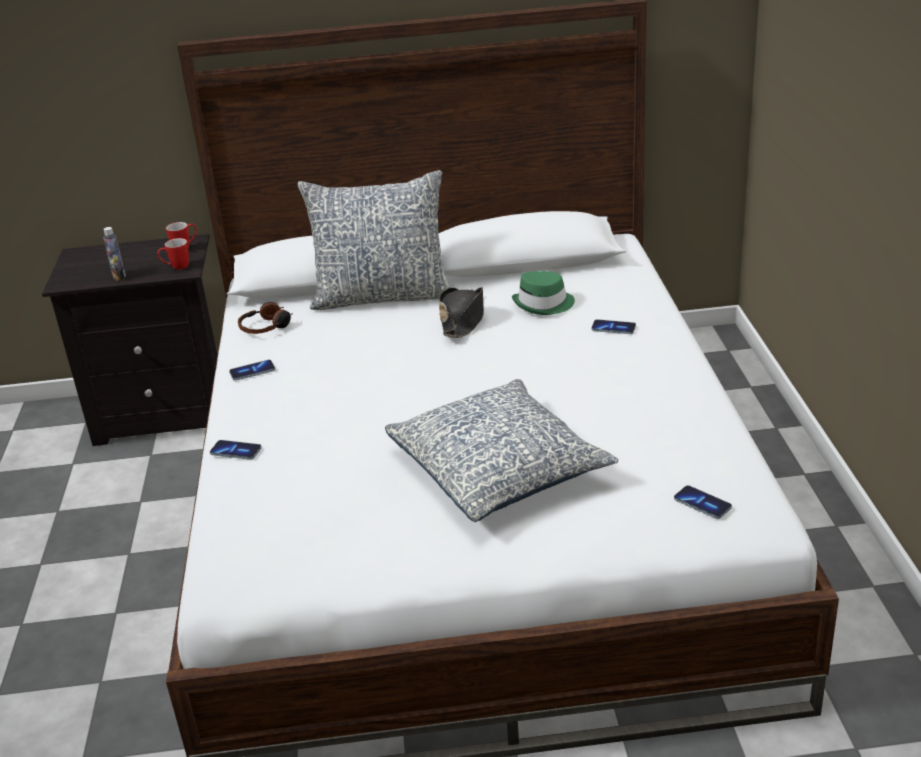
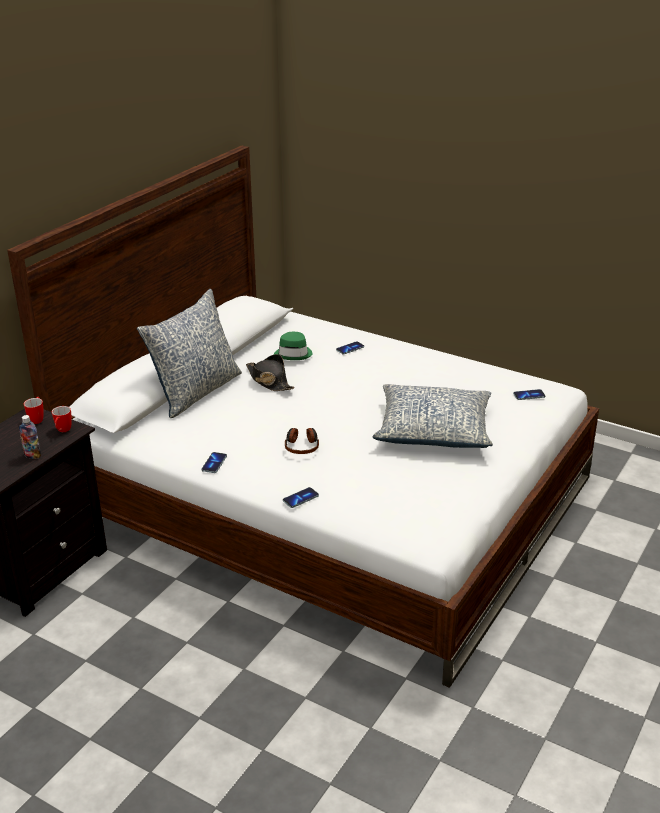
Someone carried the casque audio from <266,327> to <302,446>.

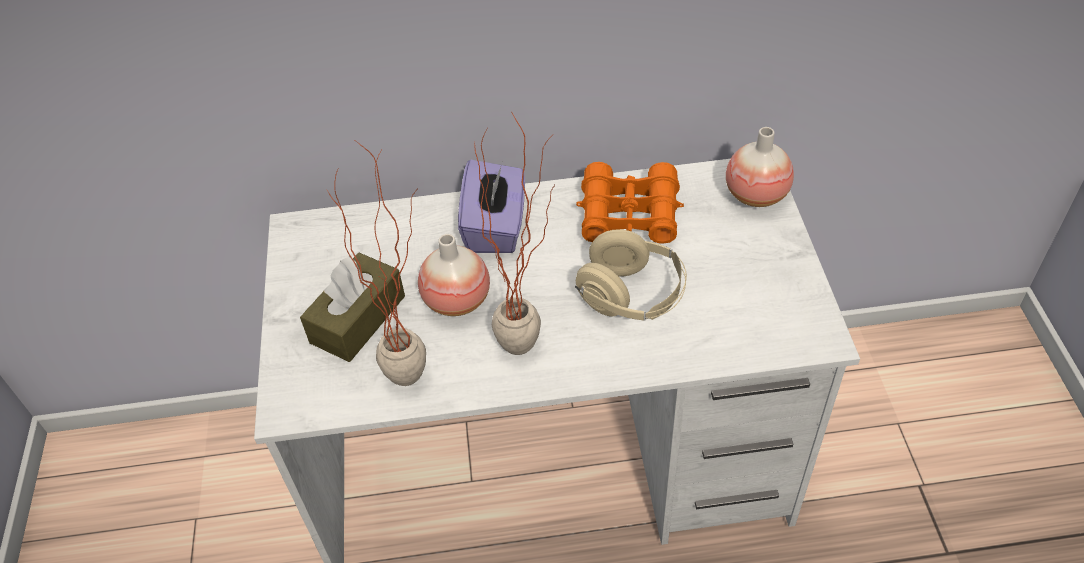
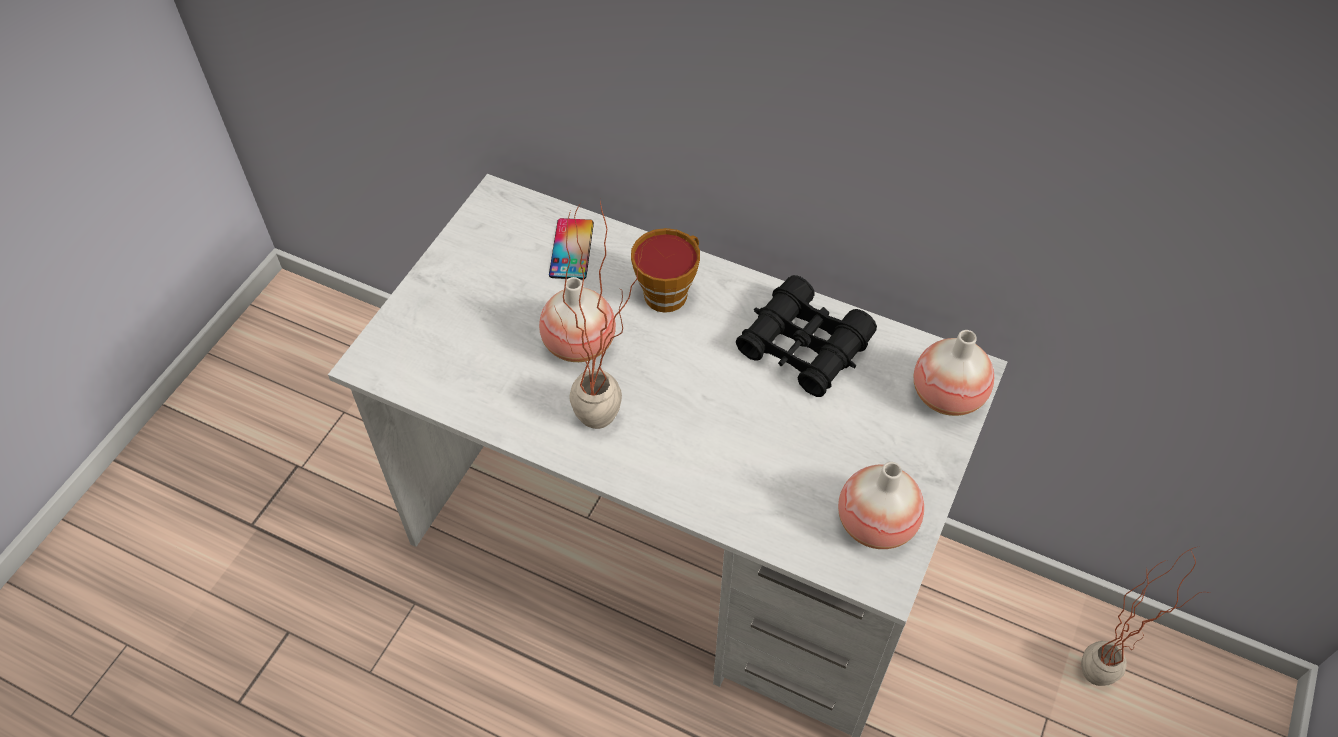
Someone carried the plante en pot from <417,367> to <1105,670>.
Someone swapped the boîte à mouchoirs [violet] at <496,227> for the tasse at <669,291>.
Someone repainted the jumelles [orange] at <629,214>, which became the jumelles [noir] at <803,347>.
Someone took away the casque audio [beige] at <632,296>.
Someone took away the boîte à mouchoirs [marron] at <358,319>.
Someone put down the téléphone at <571,249>.
Someone put down the vase at <875,524>.

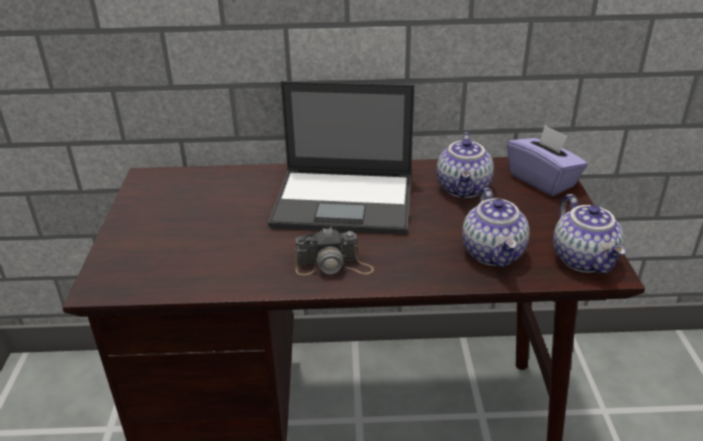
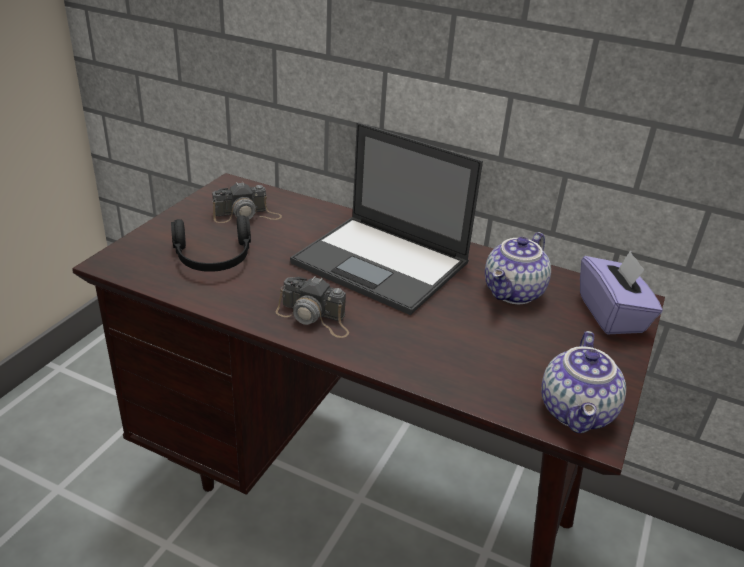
Someone took away the théière at <494,253>.
Someone put down the appareil photo at <247,215>.
Someone put down the casque audio [noir] at <213,258>.

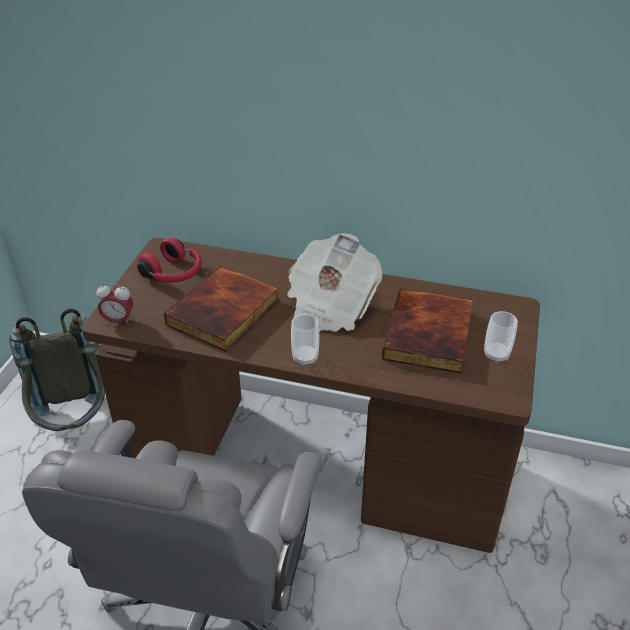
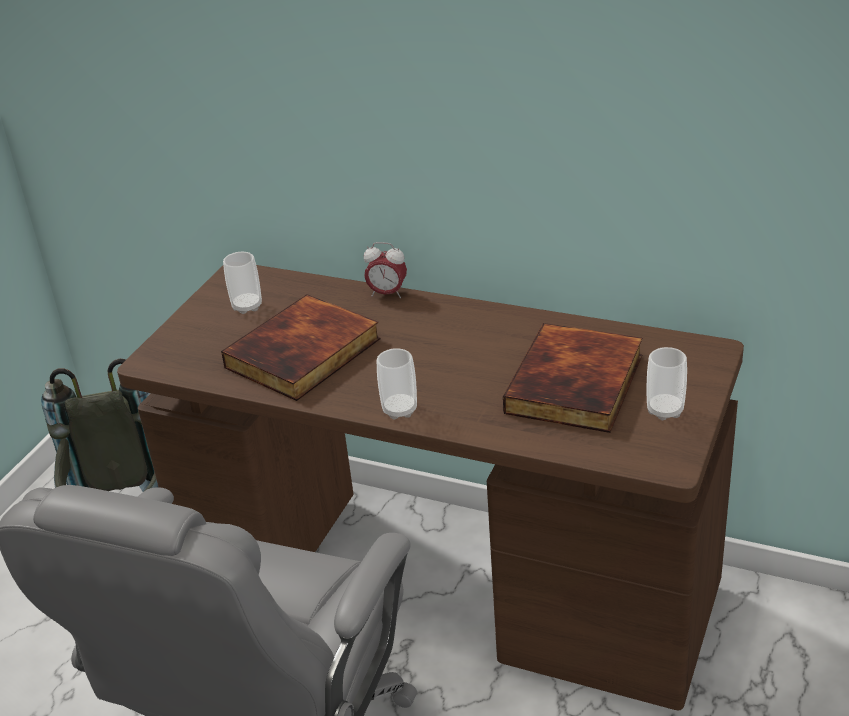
Someone took away the journal at <329,306>.
Someone swapped the casque audio [rouge] at <174,274> for the tasse at <247,306>.
Someone carried the réveil from <118,320> to <387,294>.

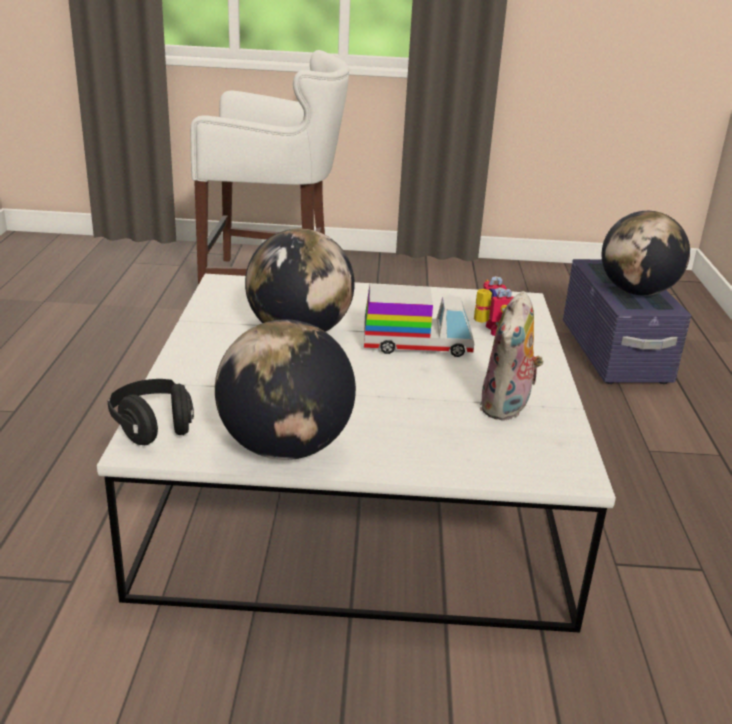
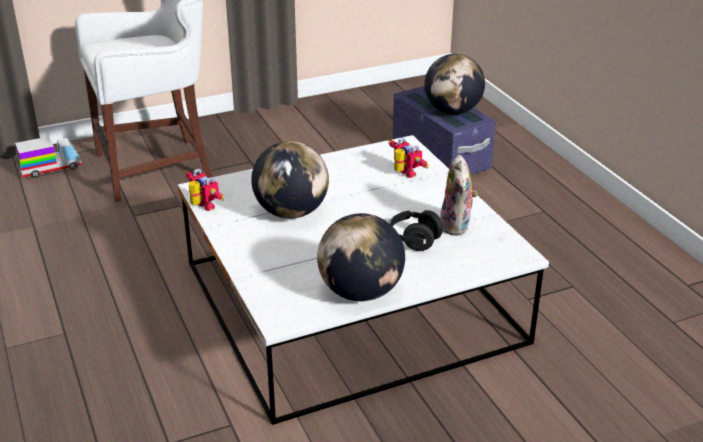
Someone carried the camion jouet from <417,344> to <50,168>.
Someone carried the casque audio [noir] from <153,427> to <413,240>.
Someone put down the robot jouet at <202,207>.

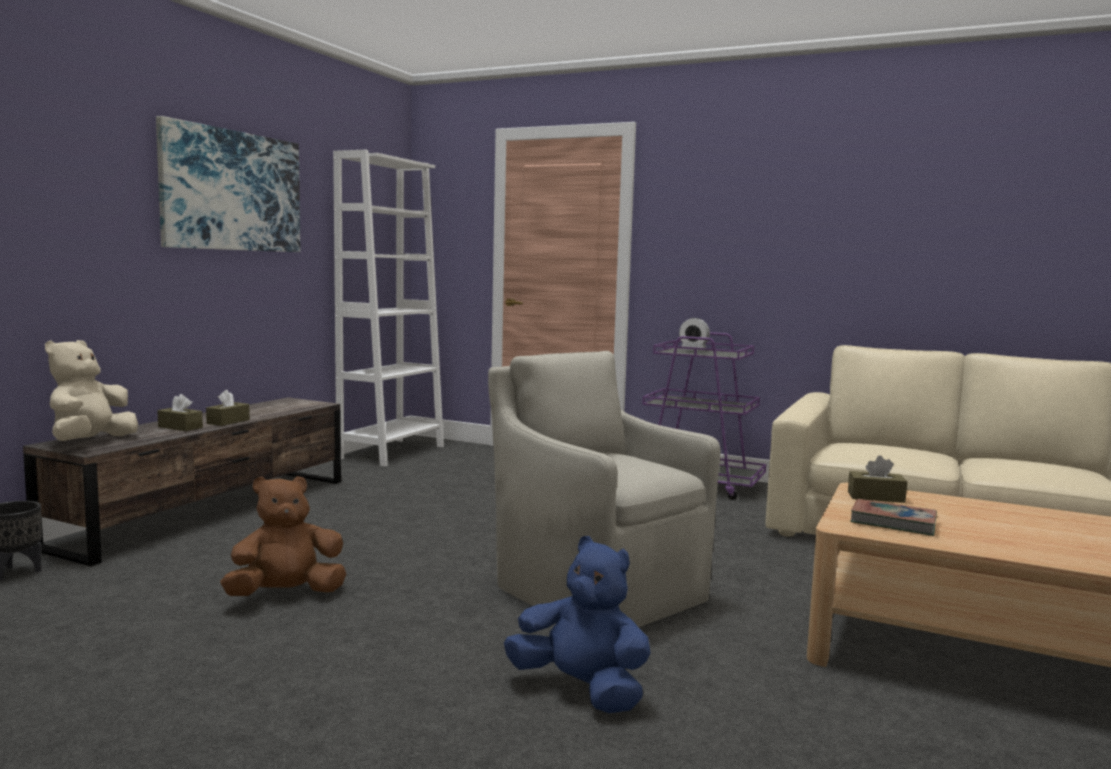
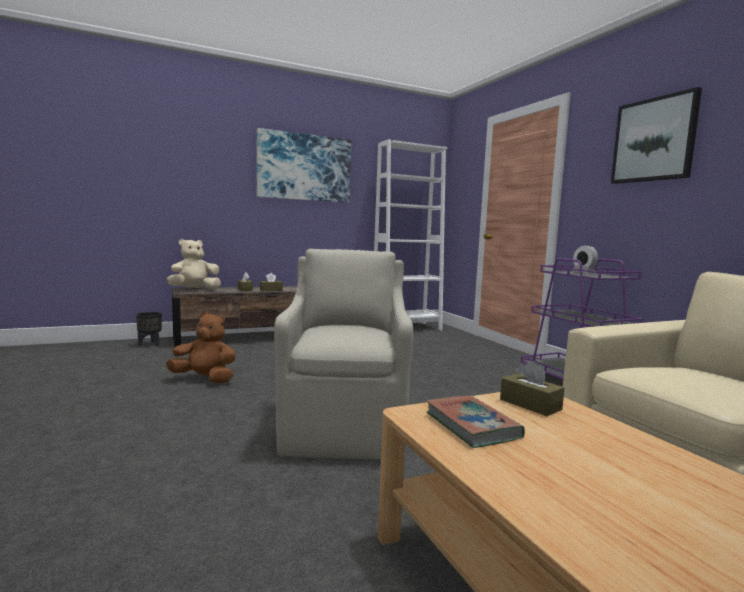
Someone took away the peluche [bleu] at <581,689>.
Someone put up the tableau at <654,140>.

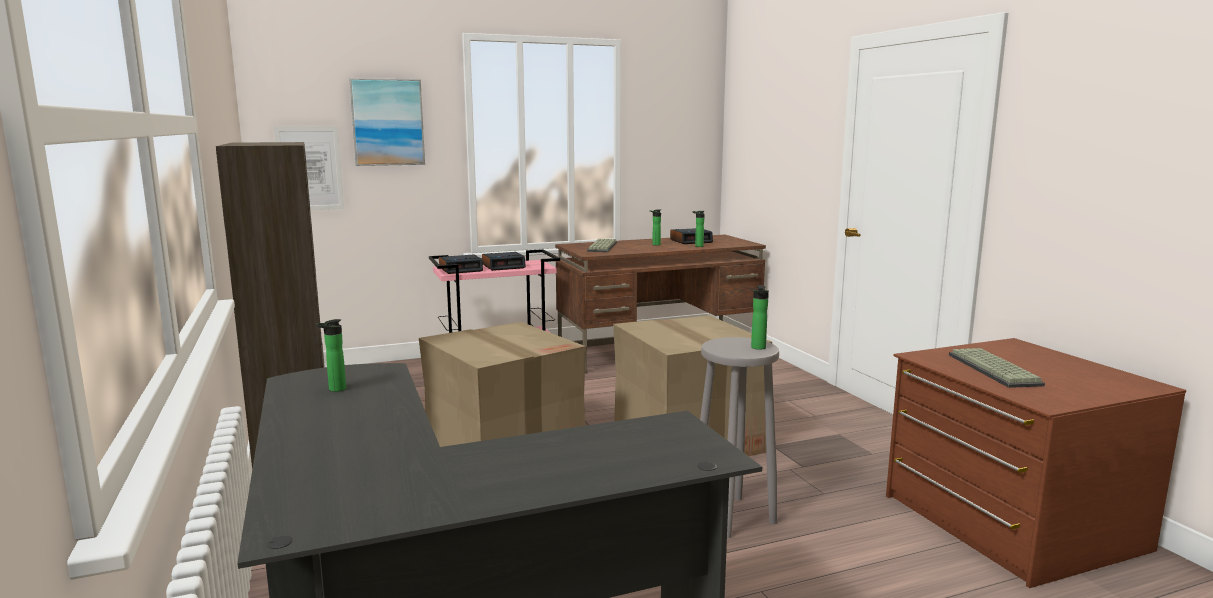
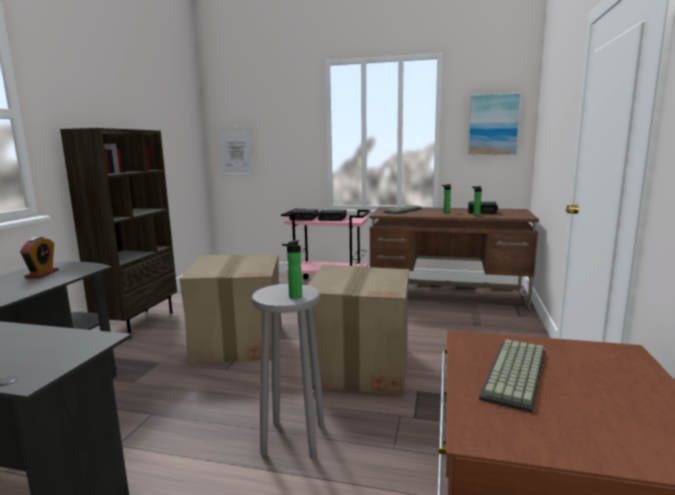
Someone carried the tableau from <387,122> to <493,124>.
Someone swapped the bouteille at <334,389> for the réveil at <42,274>.

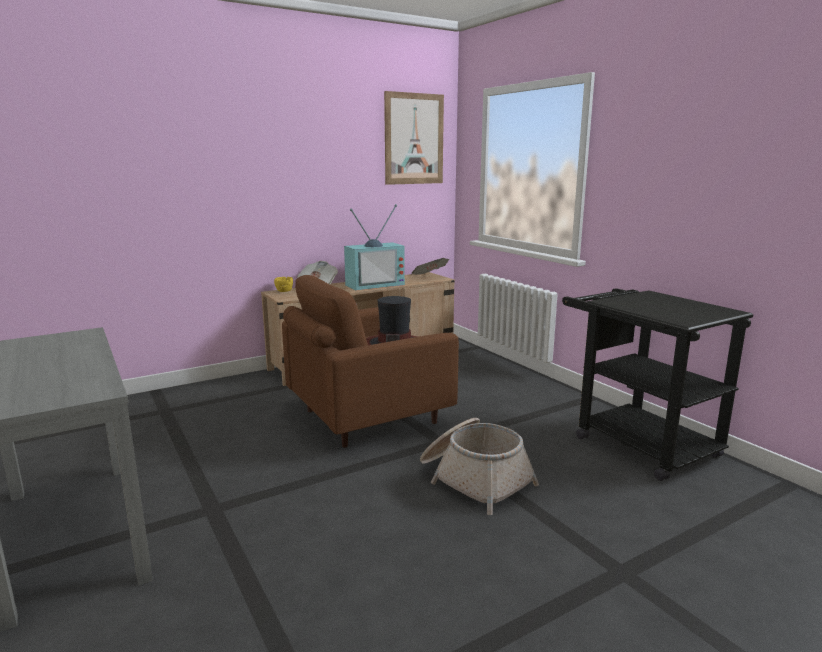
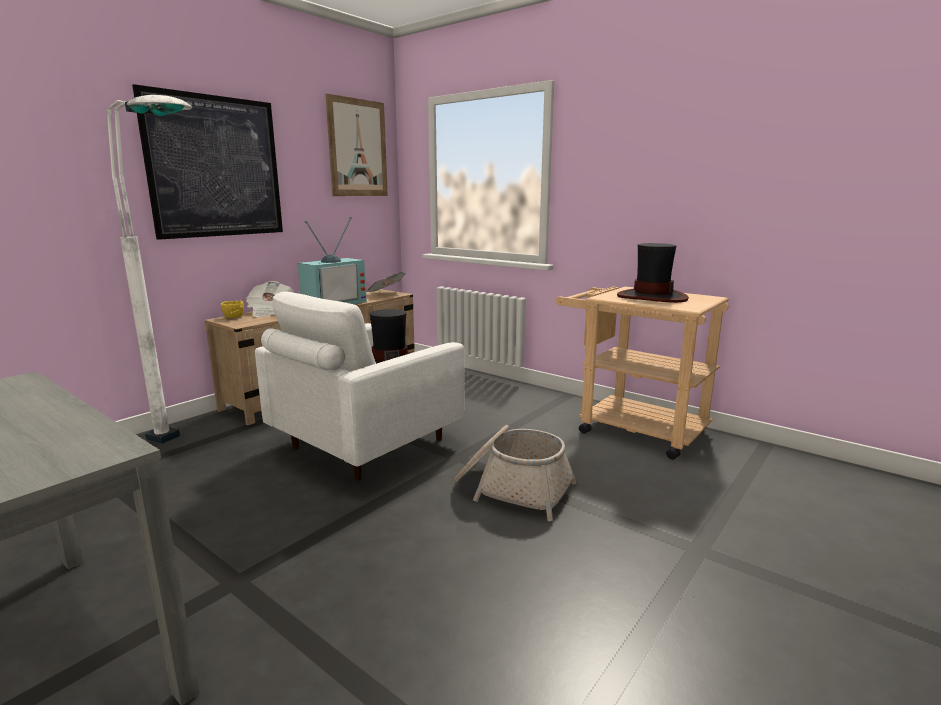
Someone repainted the fauteuil [marron] at <367,417>, which became the fauteuil [blanc] at <364,445>.
Someone repainted the chariot [noir] at <636,442>, which became the chariot [beige] at <631,428>.
Someone put up the tableau at <215,167>.
Someone put down the lampadaire [blanc] at <195,446>.
Someone put down the chapeau at <651,297>.

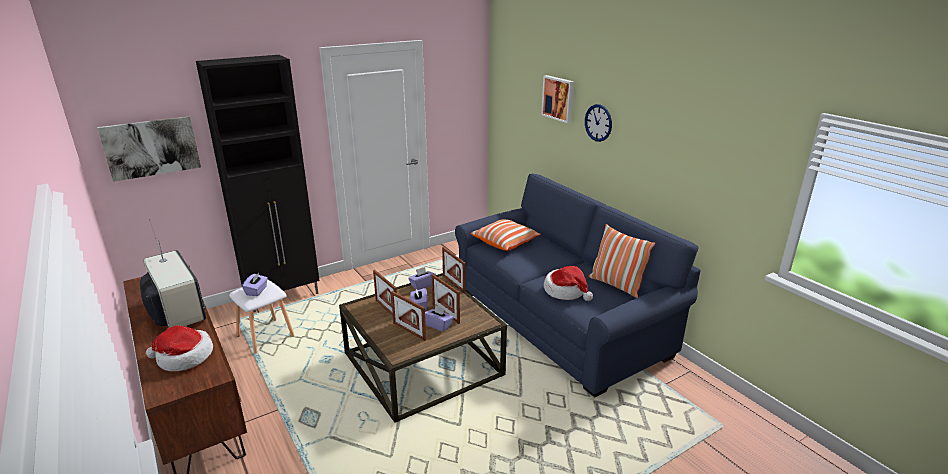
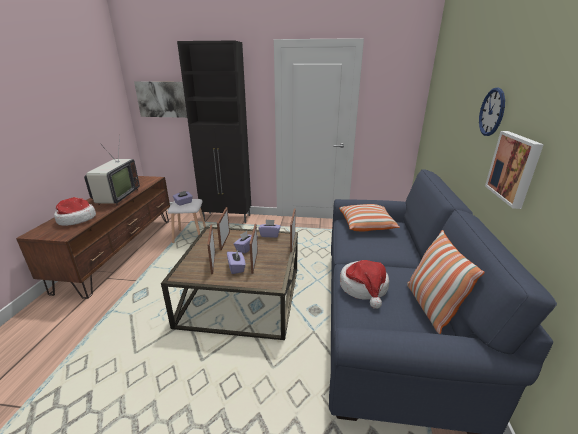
Someone carried the tableau from <559,98> to <514,168>.

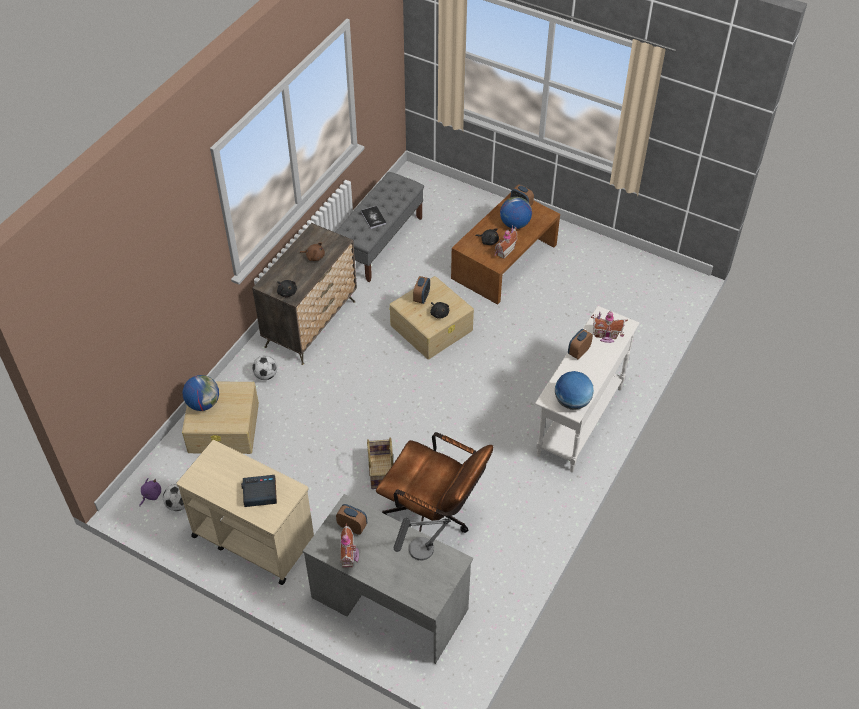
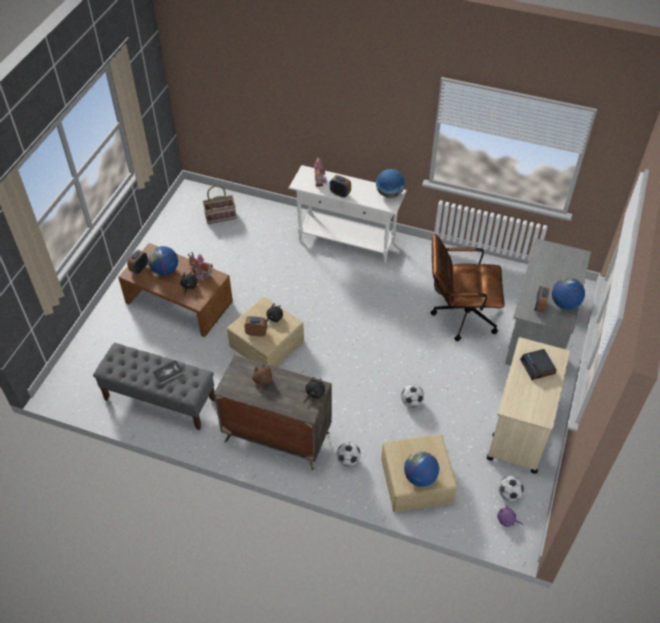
Someone rotated the chaise de bureau [marron] at <434,517> by 105 degrees counterclockwise.
Someone carried the panier from <381,471> to <220,216>.
Someone took away the lampe de table at <417,555>.
Someone swapped the maison miniature at <350,556> for the globe at <564,303>.
Someone put down the ballon de foot at <411,402>.

